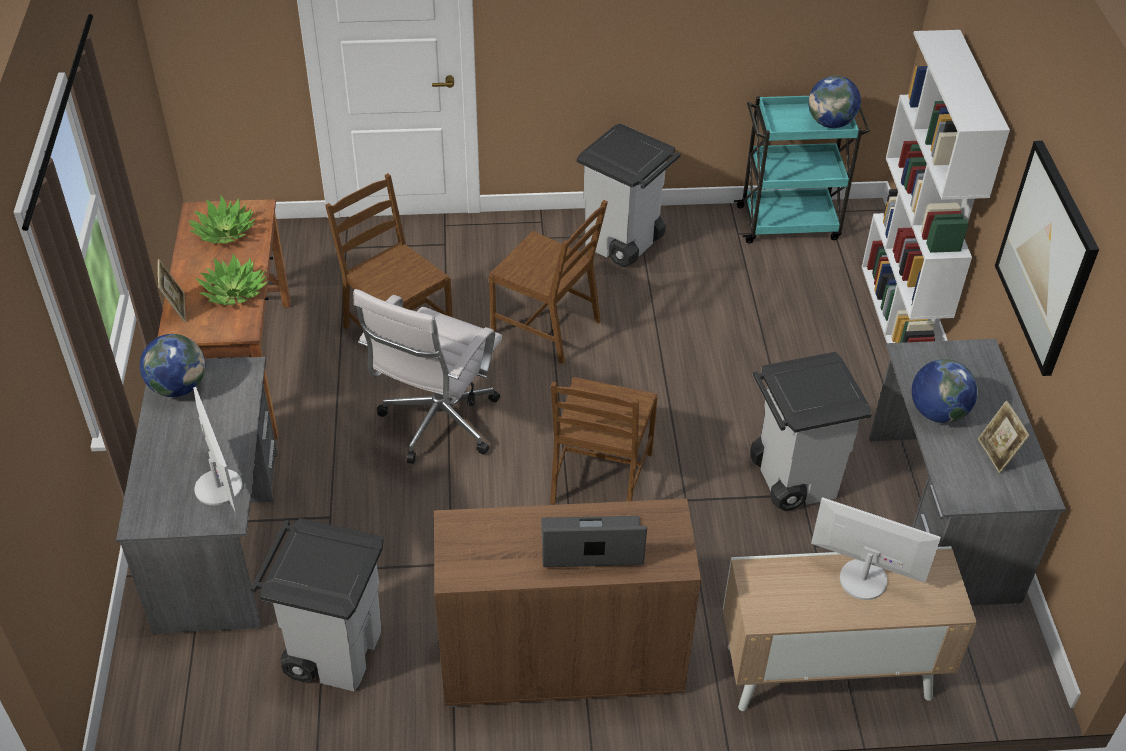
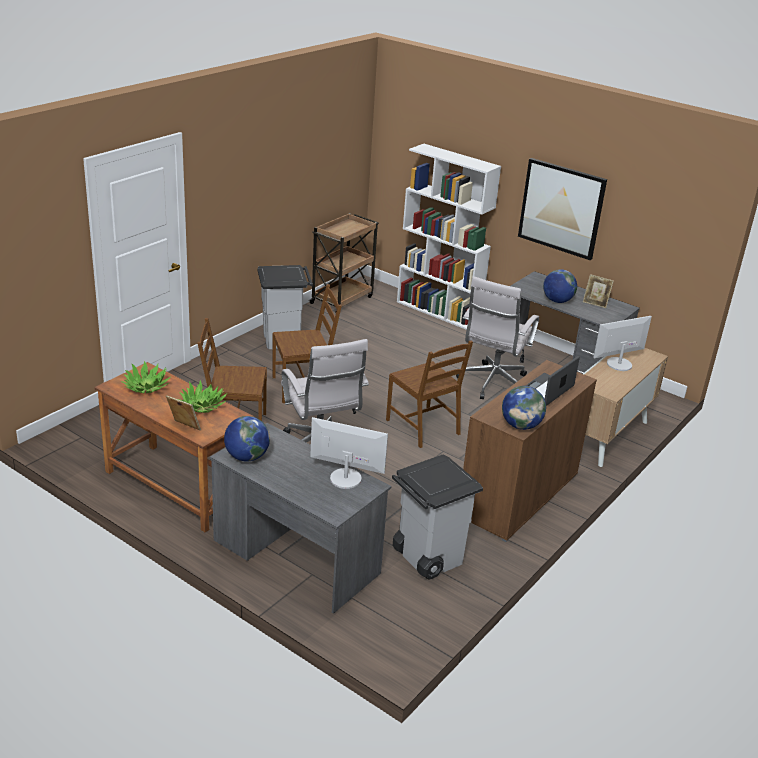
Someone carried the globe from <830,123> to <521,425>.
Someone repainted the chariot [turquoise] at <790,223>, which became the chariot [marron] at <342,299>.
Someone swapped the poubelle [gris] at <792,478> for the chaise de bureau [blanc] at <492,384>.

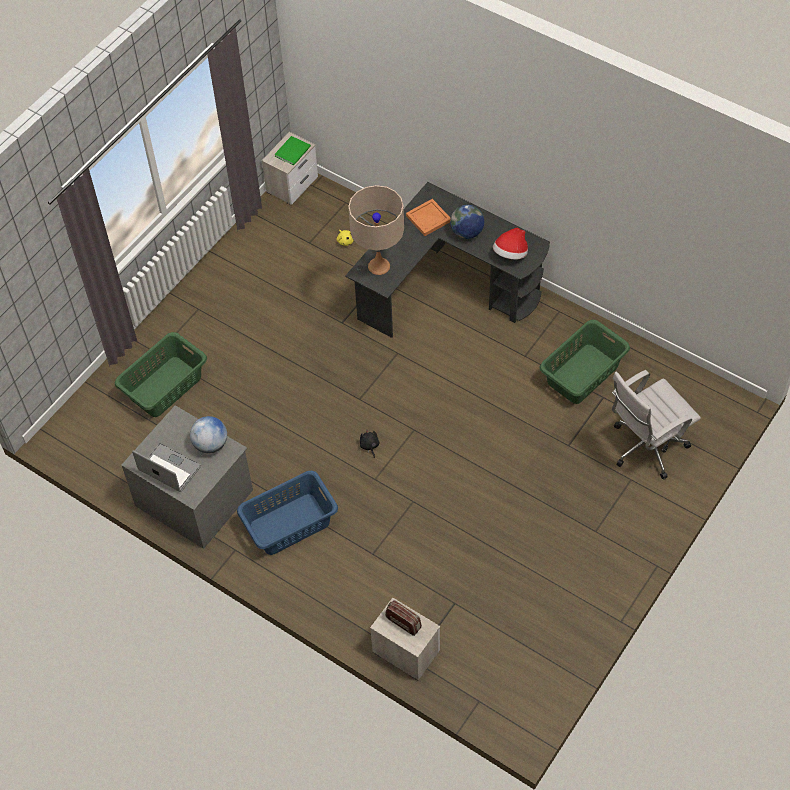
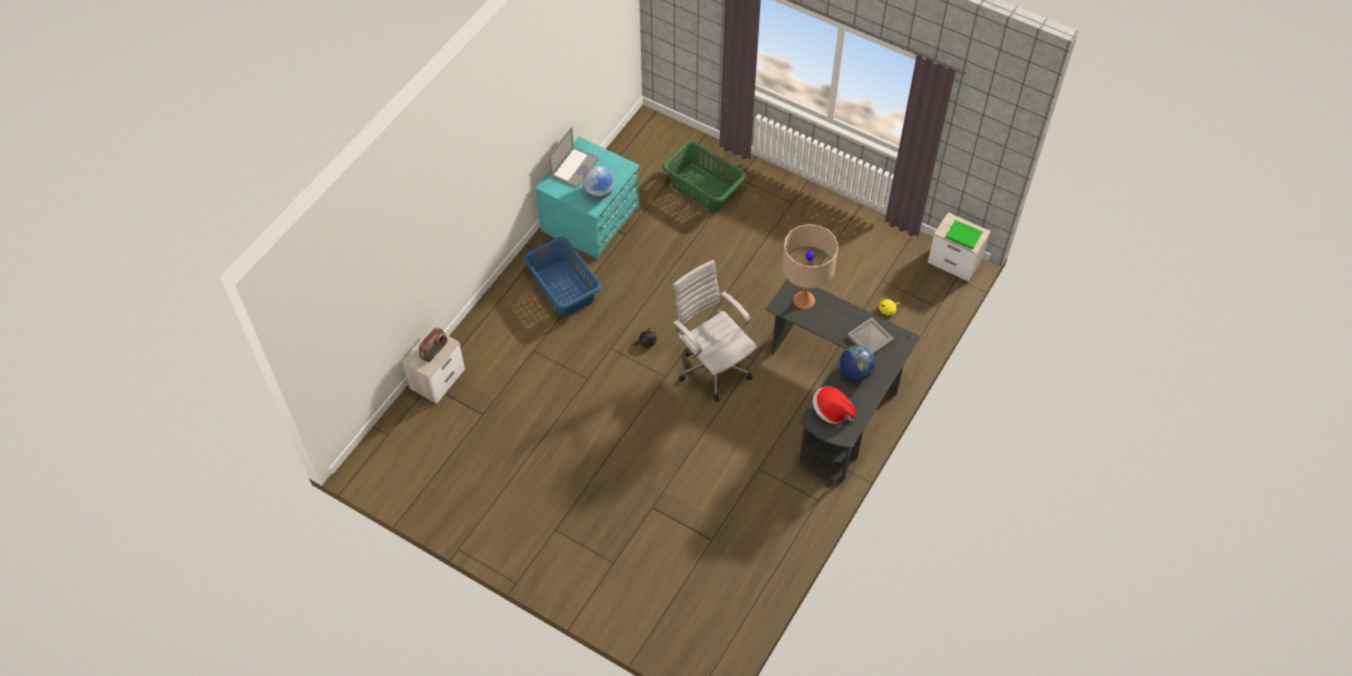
Someone repainted the plateau [orange] at <427,218>, which became the plateau [gris] at <870,338>.
Someone took away the panier à linge [vert] at <583,374>.
Someone carried the chaise de bureau [blanc] from <645,448> to <712,366>.
Someone repainted the commode [gris] at <195,496>, which became the commode [turquoise] at <591,220>.

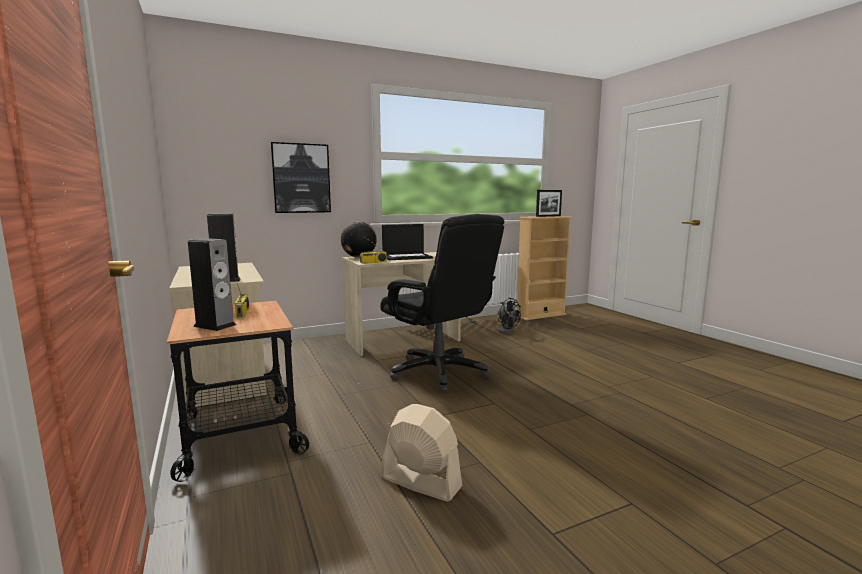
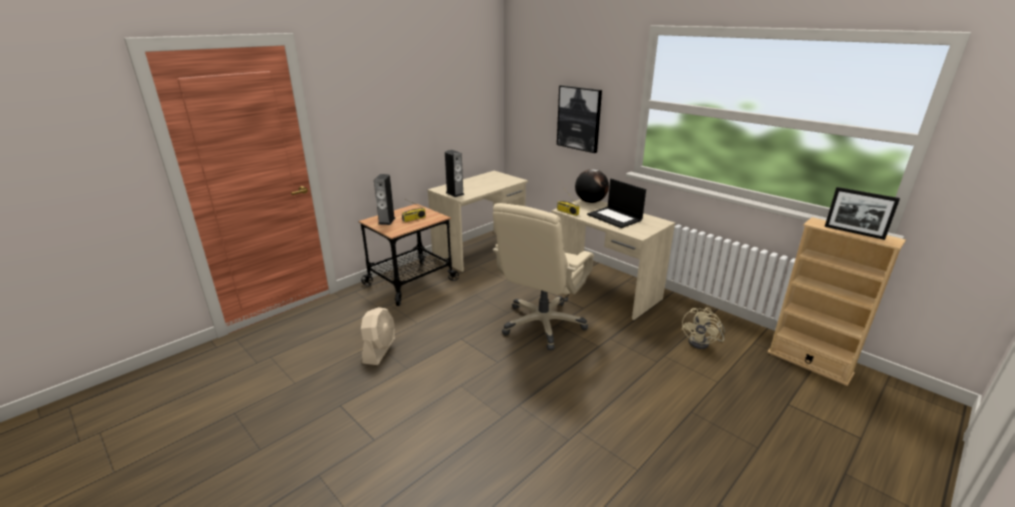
Someone repainted the chaise de bureau [noir] at <439,372>, which became the chaise de bureau [beige] at <542,324>.
Someone repainted the ventilateur [noir] at <506,330>, which became the ventilateur [beige] at <703,343>.

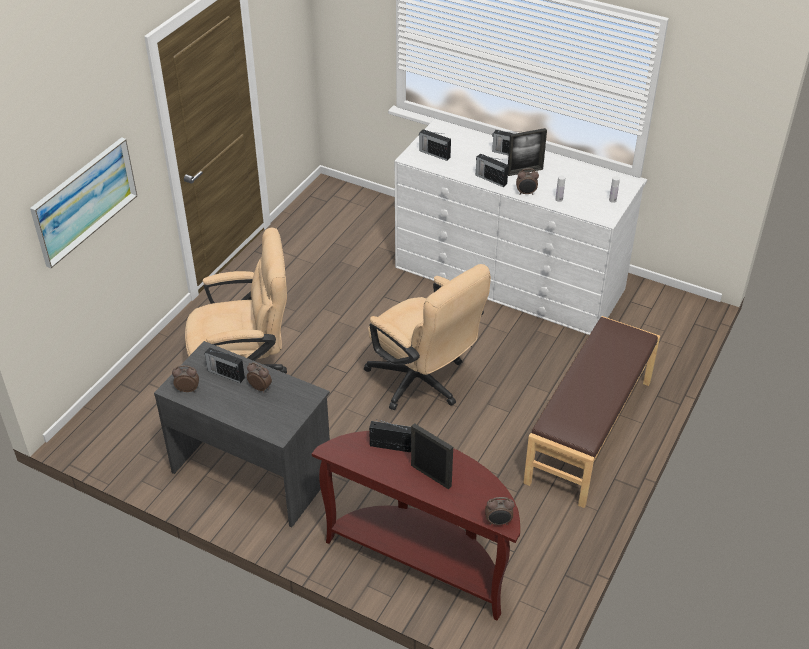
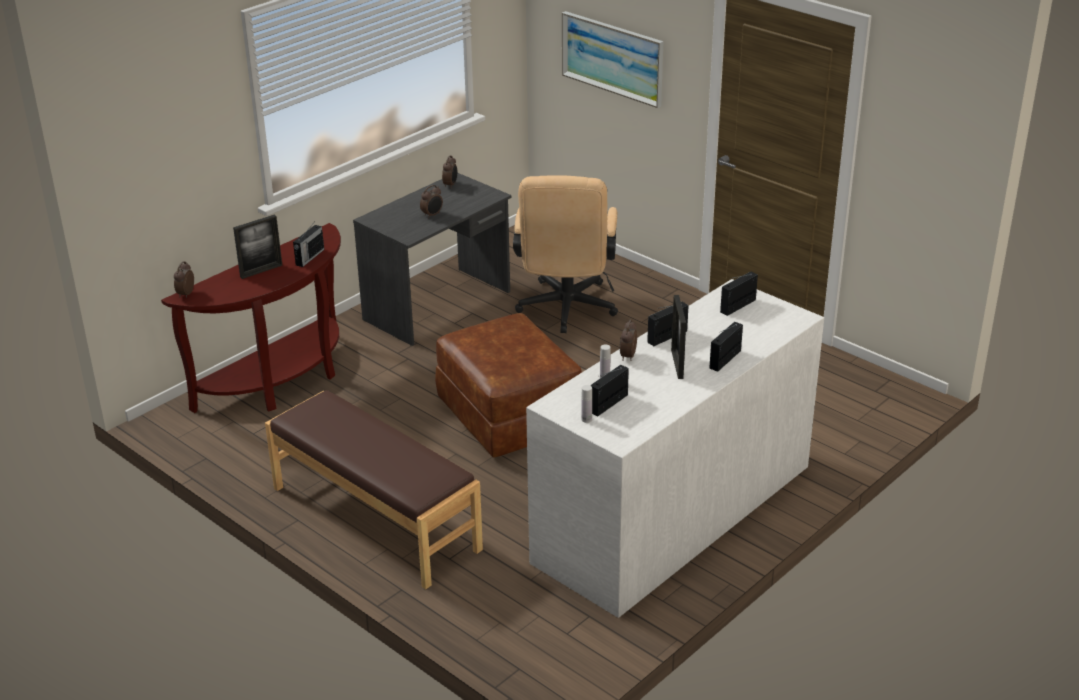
Someone swapped the chaise de bureau [beige] at <423,383> for the pouf [marron] at <508,415>.
Someone carried the radio from <225,374> to <609,403>.

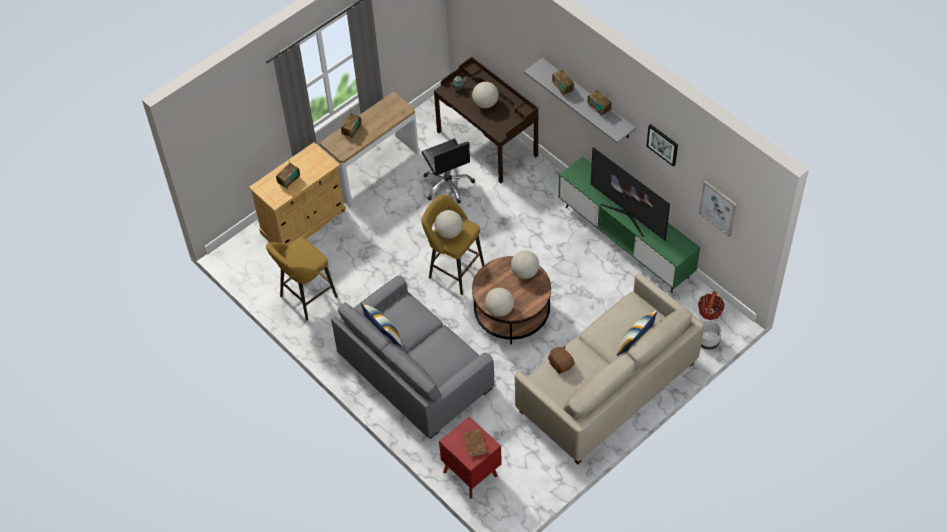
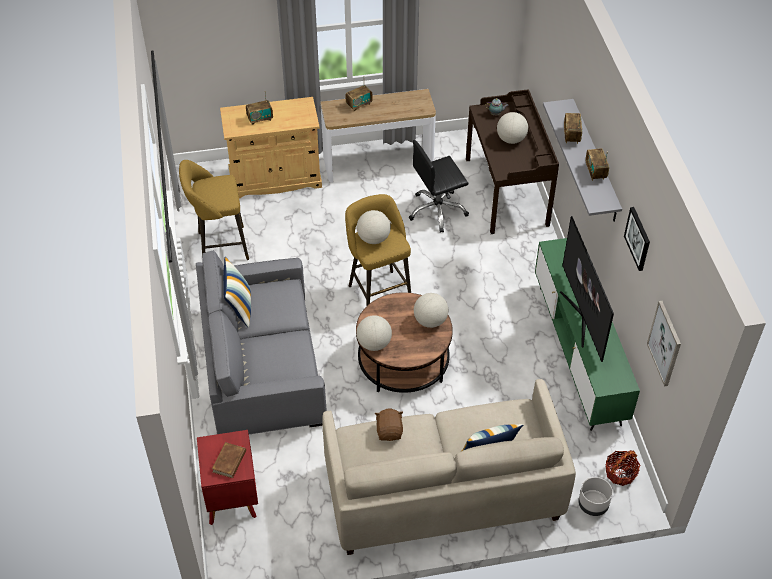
Someone rotated the chaise de bureau [noir] at <448,185> by 60 degrees clockwise.

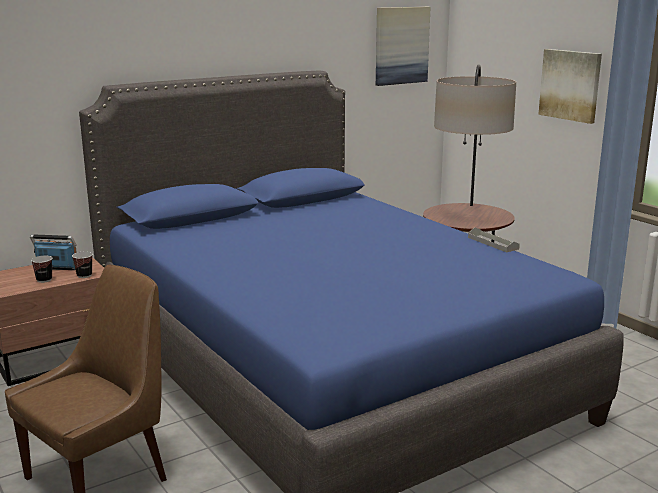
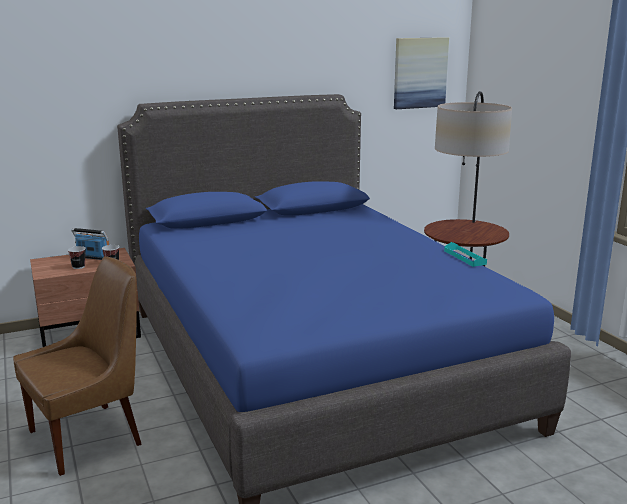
Someone took away the tableau at <570,85>.
Someone repainted the plateau [gris] at <493,243>, which became the plateau [turquoise] at <464,257>.

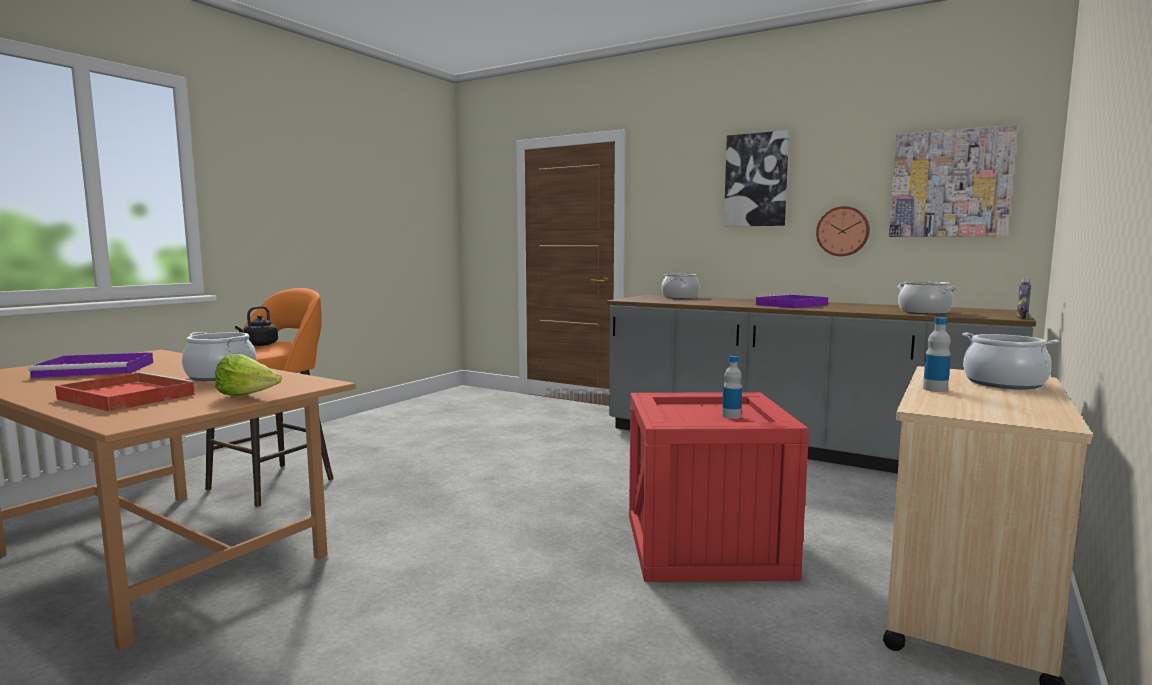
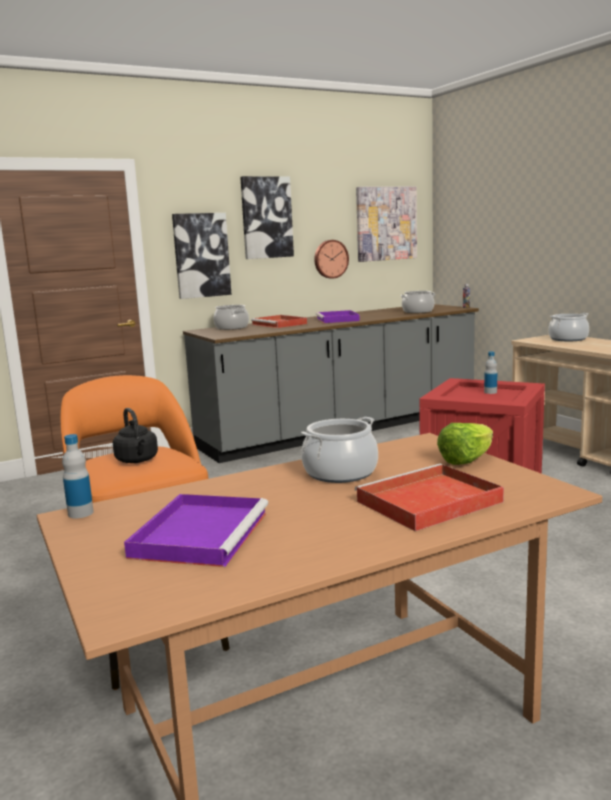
Someone carried the bouteille from <935,389> to <80,513>.
Someone put up the tableau at <201,255>.
Someone put down the plateau [rouge] at <280,324>.

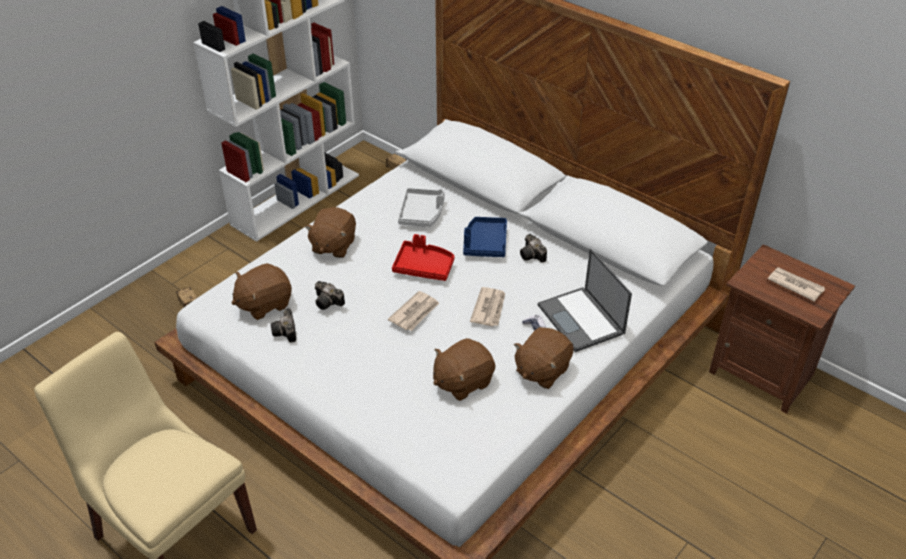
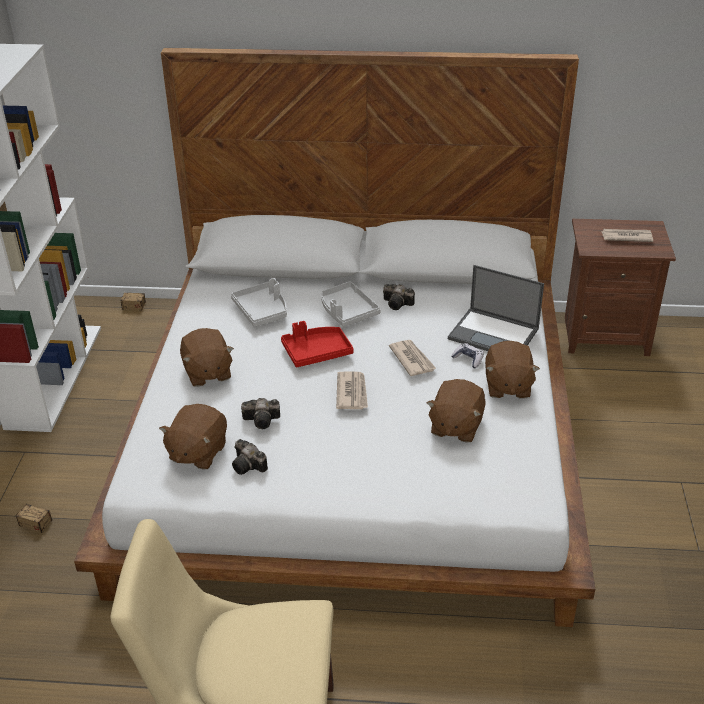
Someone repainted the plateau [bleu] at <485,243>, which became the plateau [gris] at <347,311>.

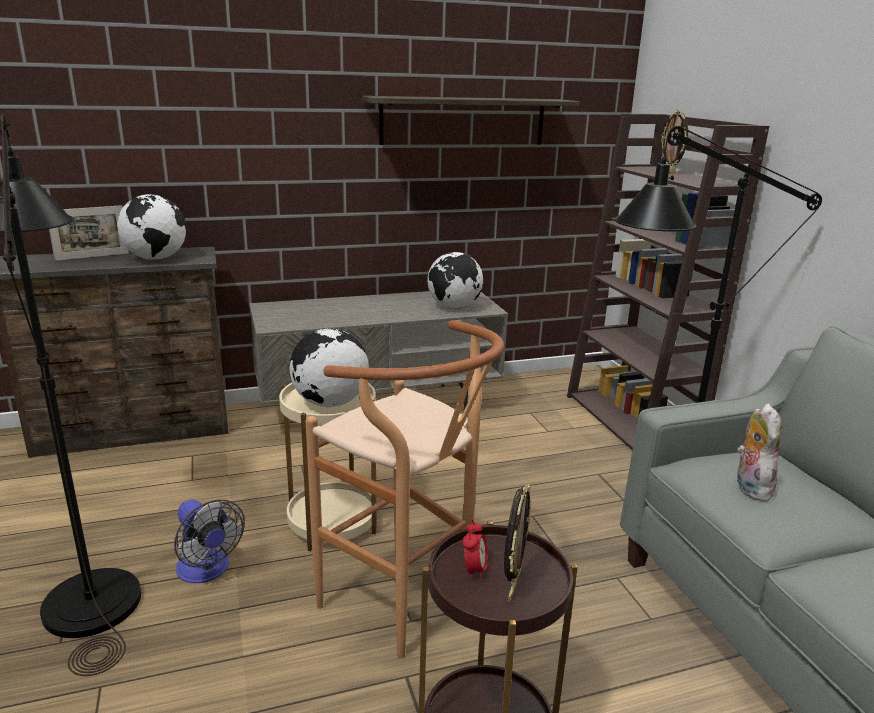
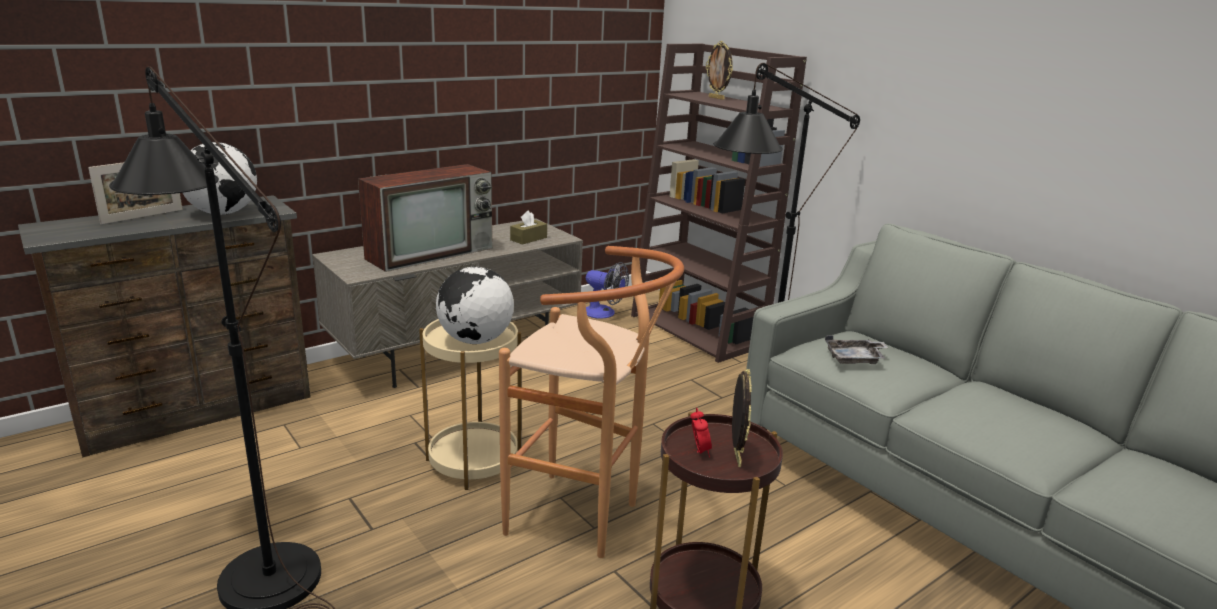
Someone took away the étagère at <463,121>.
Someone swapped the globe at <454,307> for the boîte à mouchoirs [marron] at <528,239>.
Someone swapped the peluche at <749,487> for the plateau [gris] at <855,359>.
Someone carried the ventilateur from <207,571> to <604,313>.
Someone put down the téléviseur at <432,253>.

